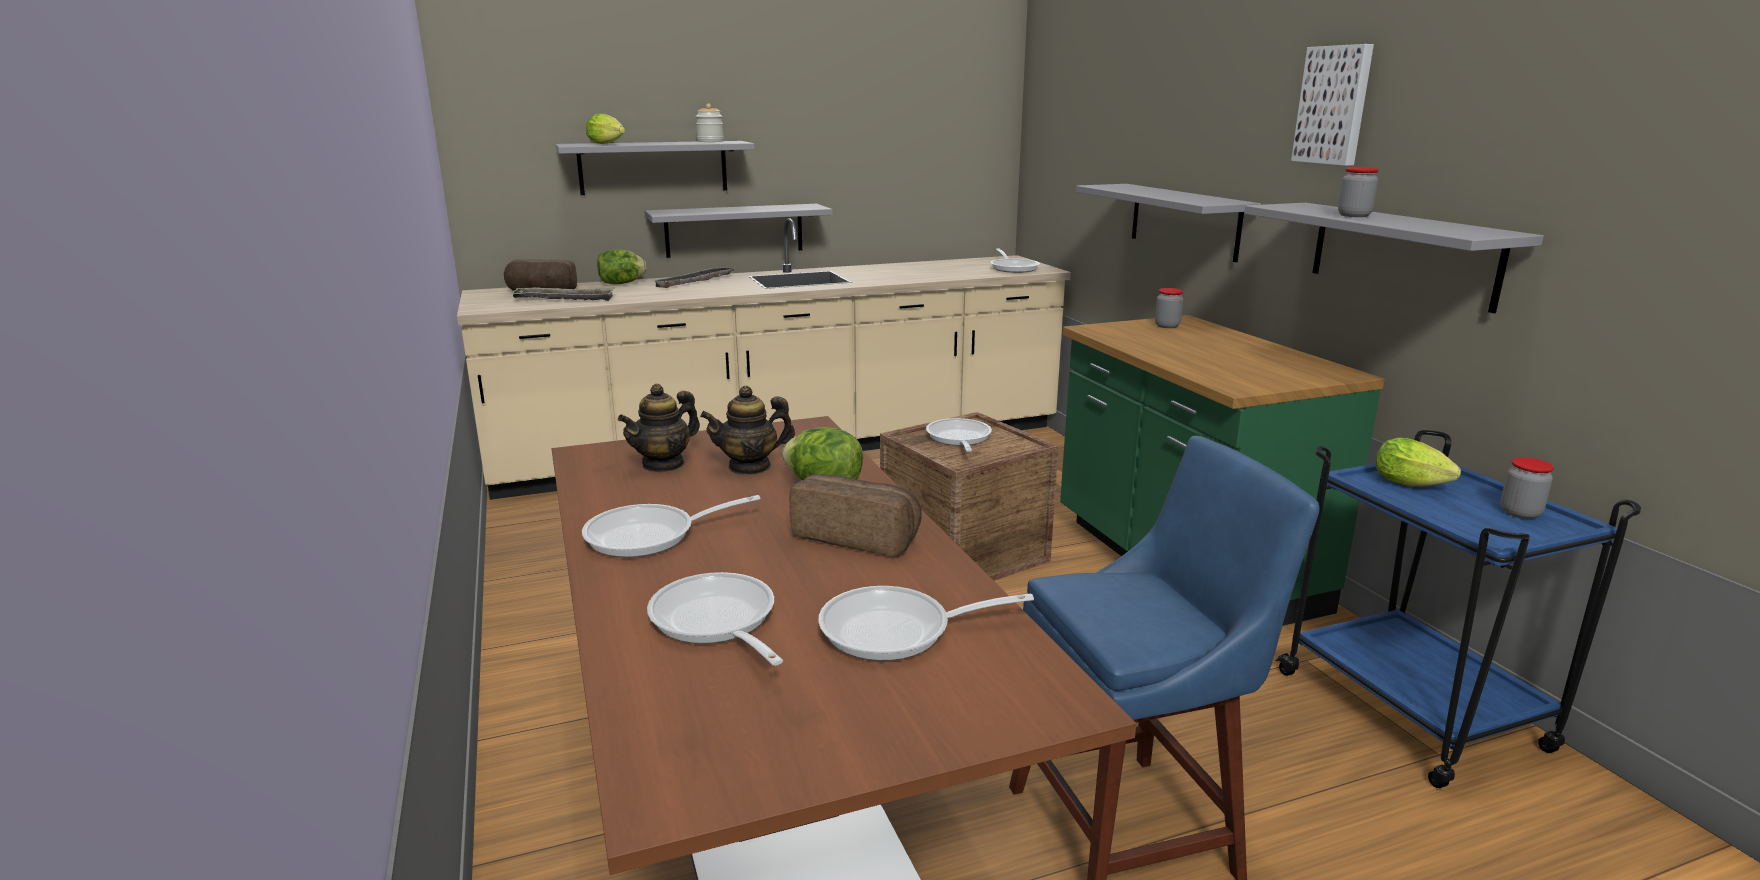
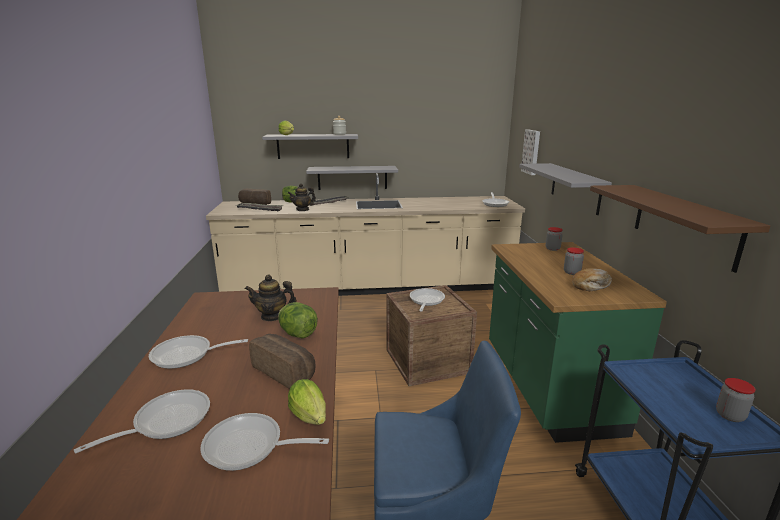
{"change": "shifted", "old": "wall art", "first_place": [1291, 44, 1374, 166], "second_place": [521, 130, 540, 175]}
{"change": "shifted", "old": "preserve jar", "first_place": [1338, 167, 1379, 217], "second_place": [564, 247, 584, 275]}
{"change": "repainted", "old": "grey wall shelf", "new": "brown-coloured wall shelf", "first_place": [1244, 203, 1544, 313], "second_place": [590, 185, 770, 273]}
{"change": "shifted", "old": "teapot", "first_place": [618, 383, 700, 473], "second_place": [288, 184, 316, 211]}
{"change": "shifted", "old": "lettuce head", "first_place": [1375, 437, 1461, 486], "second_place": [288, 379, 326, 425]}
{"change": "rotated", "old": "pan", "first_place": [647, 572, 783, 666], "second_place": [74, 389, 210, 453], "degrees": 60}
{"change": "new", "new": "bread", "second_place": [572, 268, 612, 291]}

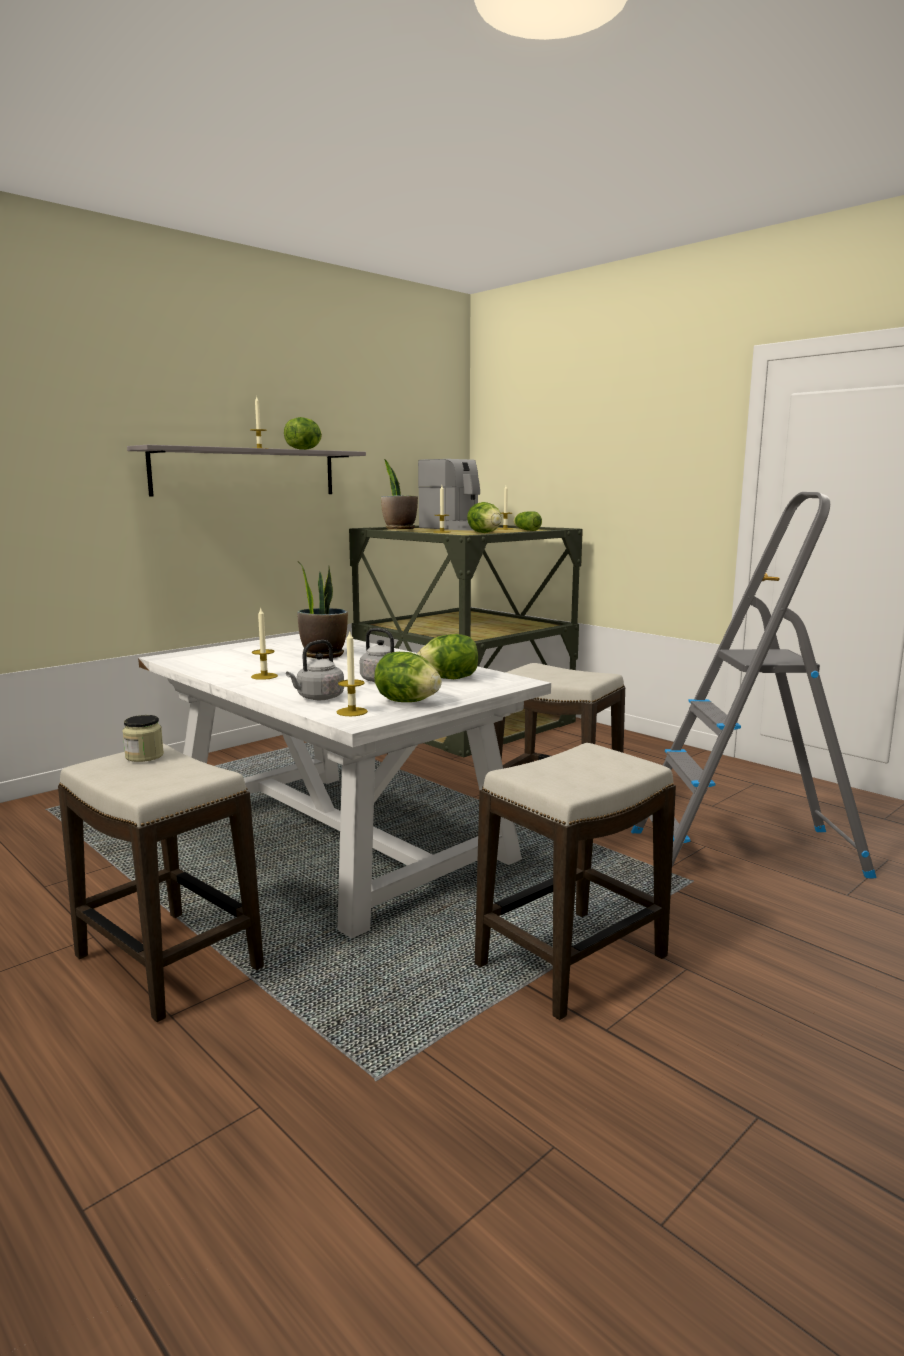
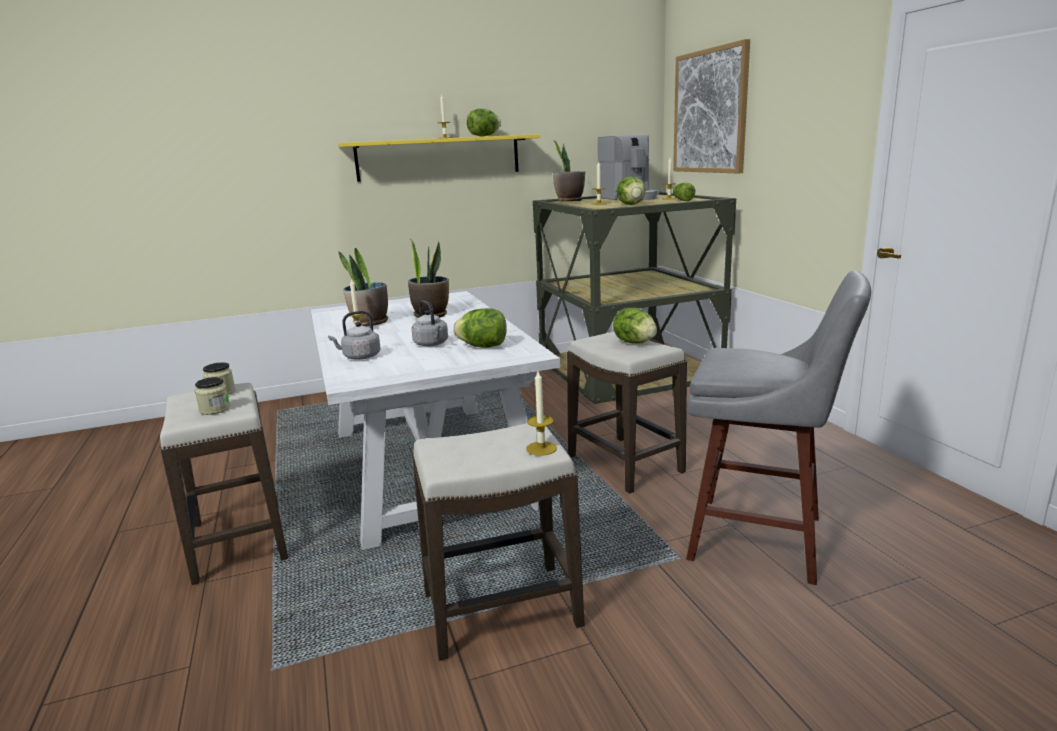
{"change": "repainted", "old": "grey wall shelf", "new": "yellow-coloured wall shelf", "first_place": [127, 445, 366, 496], "second_place": [338, 134, 540, 182]}
{"change": "swapped", "old": "grey step stool", "new": "grey stool", "first_place": [631, 492, 876, 878], "second_place": [686, 270, 871, 585]}
{"change": "shifted", "old": "wax light", "first_place": [337, 632, 368, 716], "second_place": [526, 371, 557, 456]}
{"change": "shifted", "old": "lettuce head", "first_place": [374, 652, 442, 702], "second_place": [613, 308, 657, 344]}
{"change": "new", "new": "wall art", "second_place": [673, 39, 750, 173]}
{"change": "new", "new": "plant in a pot", "second_place": [339, 248, 388, 326]}
{"change": "new", "new": "preserve jar", "second_place": [195, 377, 230, 415]}

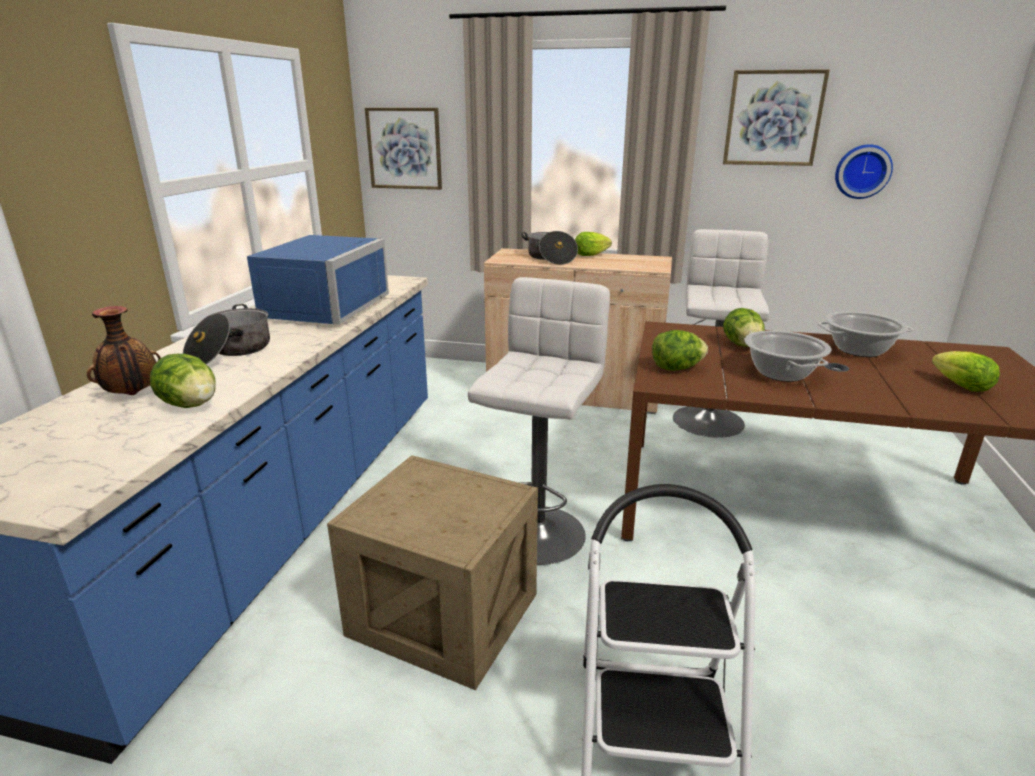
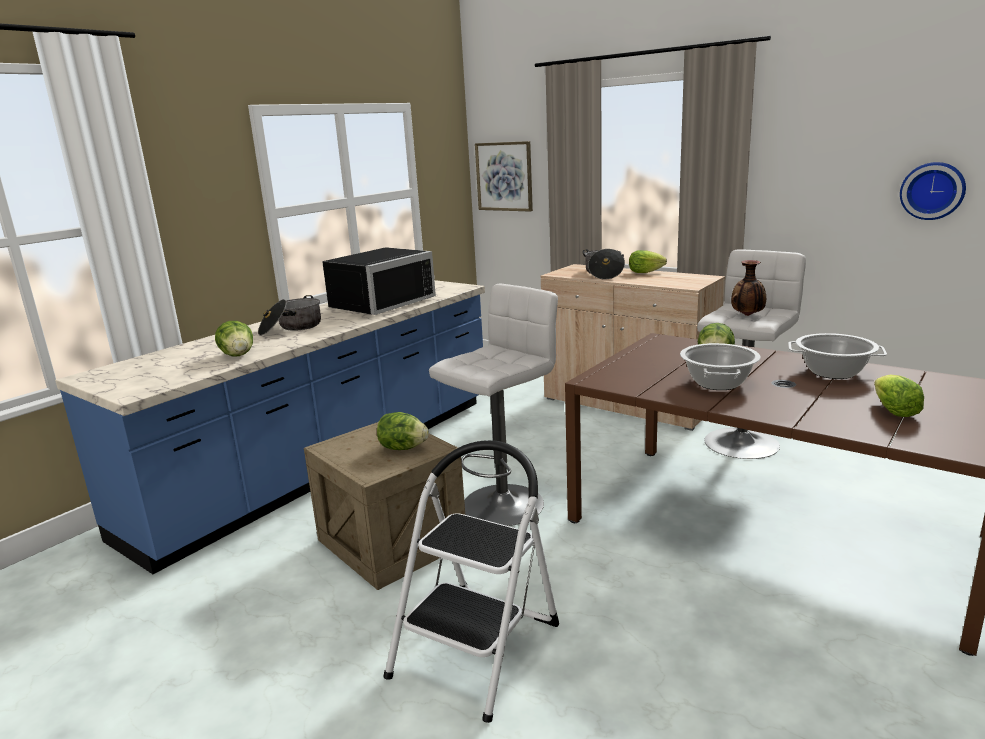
{"change": "gone", "old": "wall art", "first_place": [723, 69, 830, 166]}
{"change": "repainted", "old": "bluish kitchen microwave", "new": "blackish kitchen microwave", "first_place": [247, 235, 389, 325], "second_place": [322, 247, 436, 315]}
{"change": "shifted", "old": "flower vase", "first_place": [87, 306, 161, 395], "second_place": [731, 260, 766, 316]}
{"change": "shifted", "old": "lettuce head", "first_place": [652, 330, 708, 371], "second_place": [377, 412, 429, 450]}

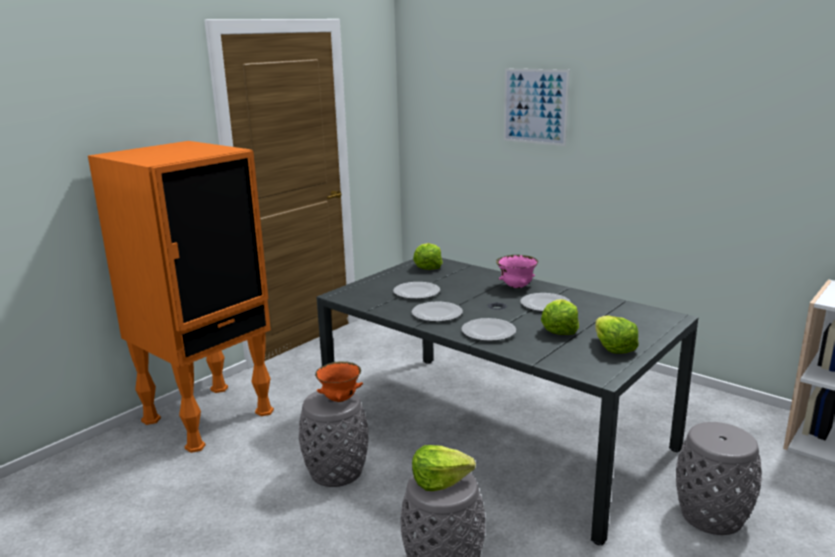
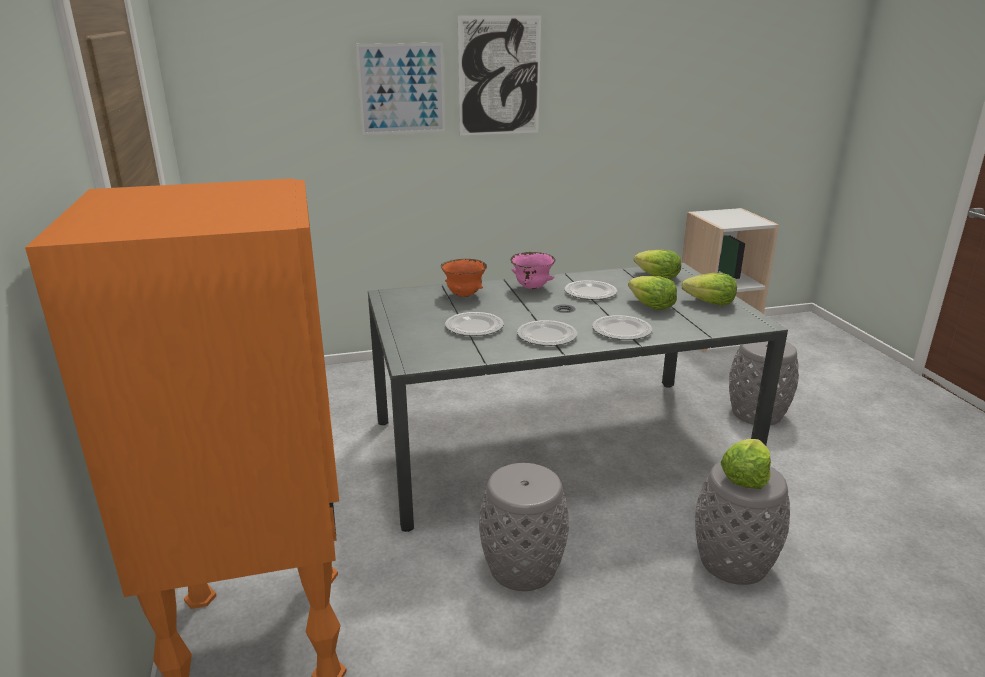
{"change": "shifted", "old": "lettuce head", "first_place": [413, 243, 442, 270], "second_place": [634, 250, 681, 279]}
{"change": "shifted", "old": "orangey serving bowl", "first_place": [315, 361, 363, 402], "second_place": [441, 259, 487, 297]}
{"change": "new", "new": "wall art", "second_place": [458, 15, 541, 136]}

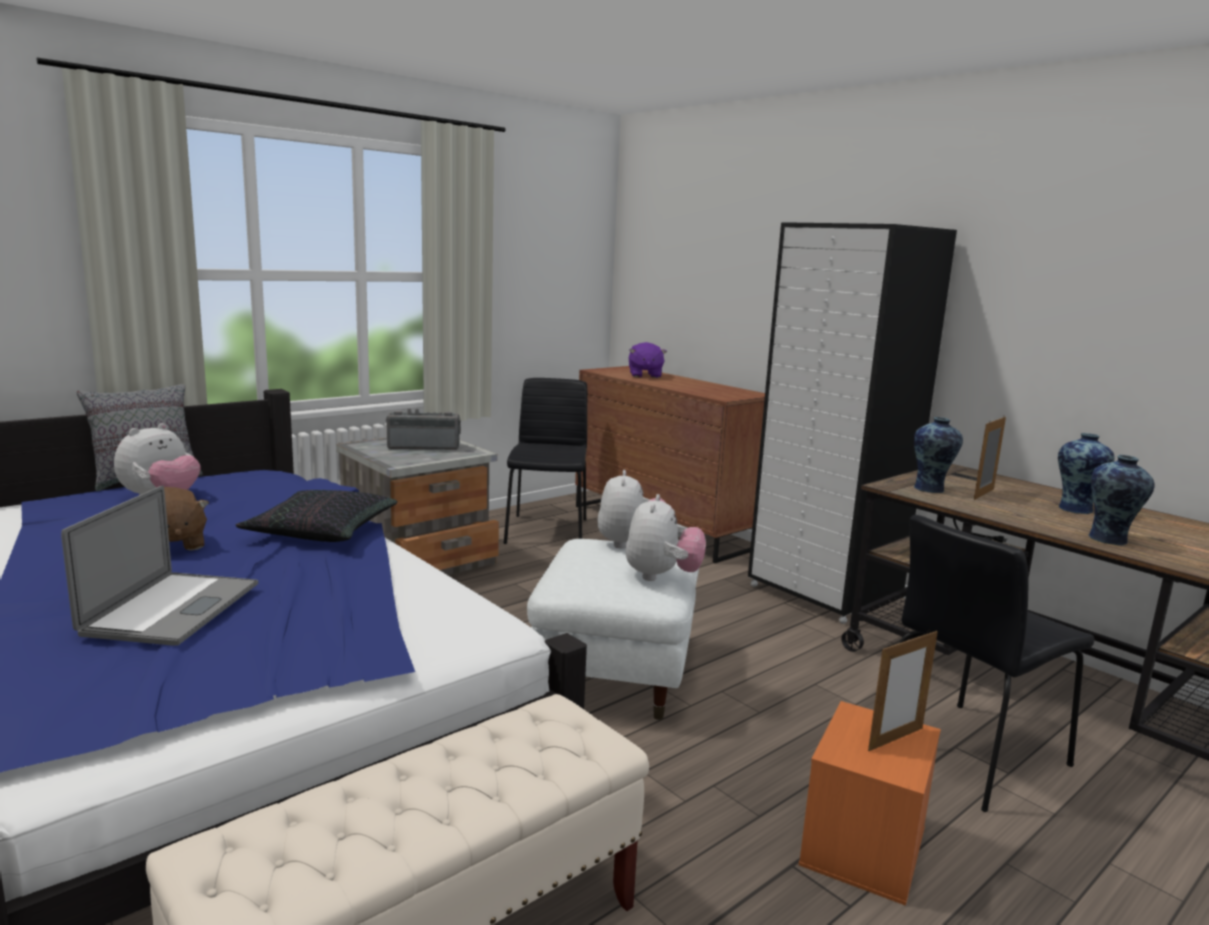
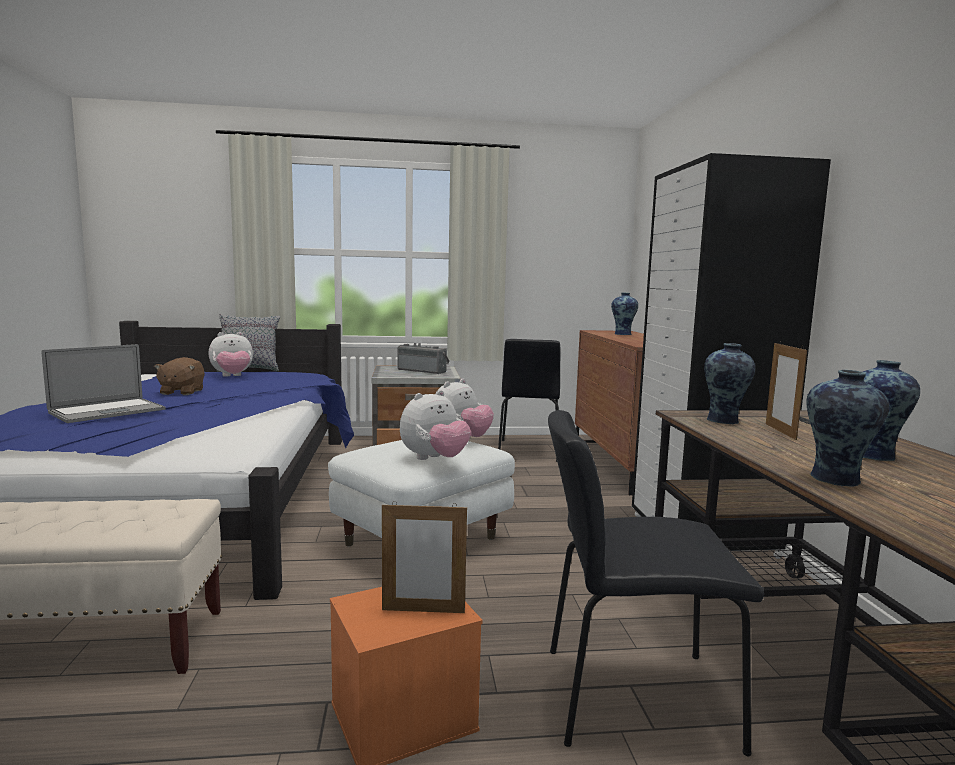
{"change": "swapped", "old": "purple plush toy", "new": "flower vase", "first_place": [629, 342, 667, 378], "second_place": [611, 293, 638, 335]}
{"change": "rotated", "old": "blackish chair", "first_place": [503, 378, 587, 544], "second_place": [498, 339, 561, 462], "degrees": 150}
{"change": "rotated", "old": "picture frame", "first_place": [974, 417, 1006, 500], "second_place": [766, 341, 807, 440], "degrees": -75}
{"change": "gone", "old": "blackish cushion", "first_place": [236, 490, 398, 542]}

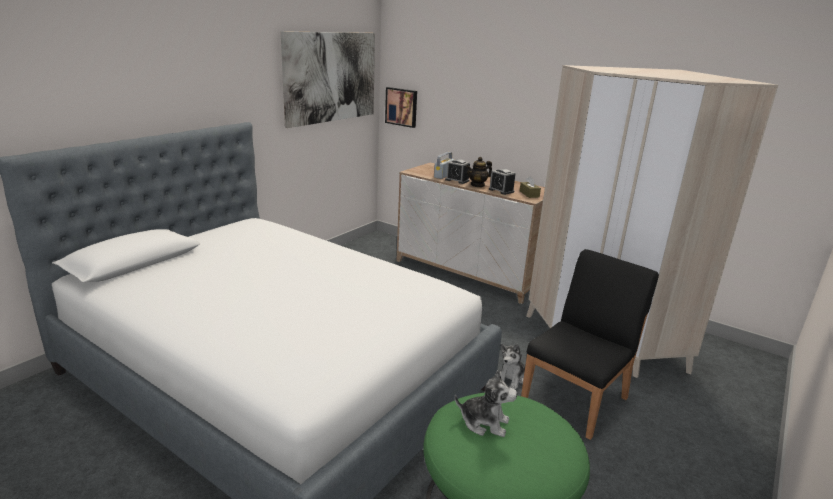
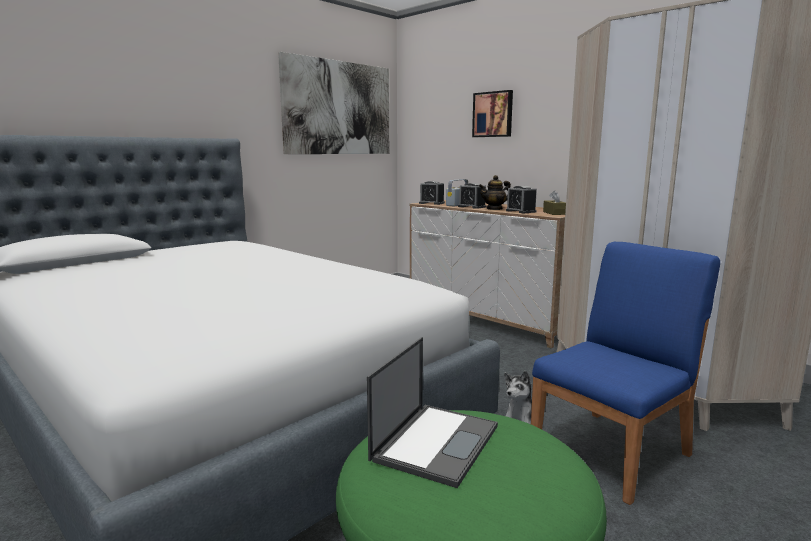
{"change": "shifted", "old": "wall art", "first_place": [385, 87, 417, 128], "second_place": [472, 90, 513, 137]}
{"change": "repainted", "old": "blackish chair", "new": "bluish chair", "first_place": [521, 249, 659, 440], "second_place": [531, 242, 720, 505]}
{"change": "swapped", "old": "plush toy", "new": "portable computer", "first_place": [454, 370, 517, 437], "second_place": [367, 337, 498, 488]}
{"change": "new", "new": "alarm clock", "second_place": [419, 181, 445, 205]}

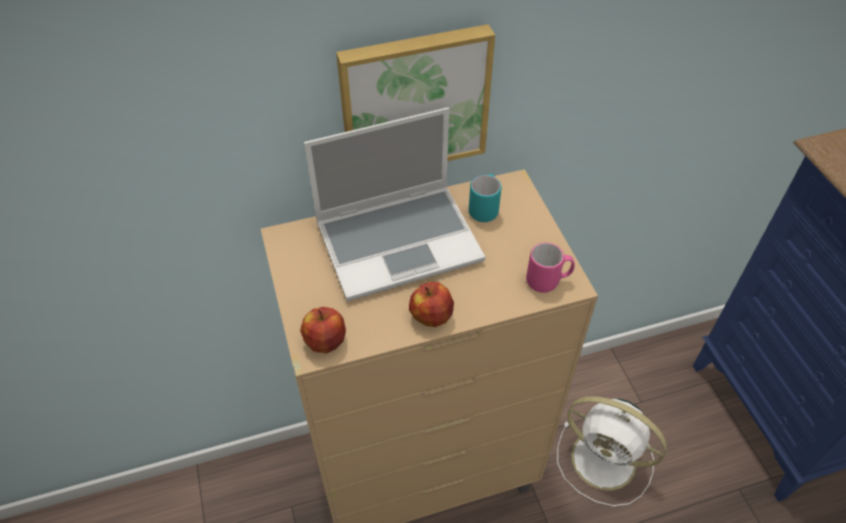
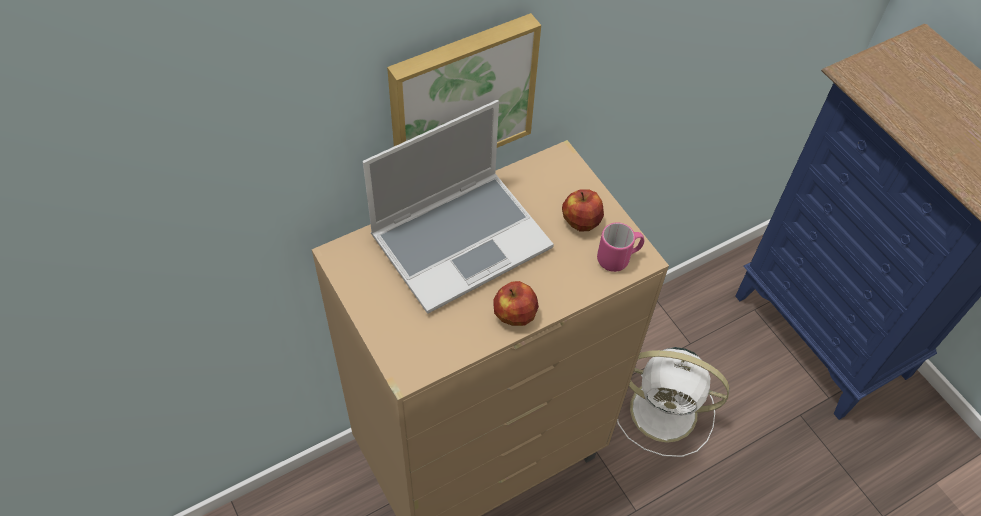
{"change": "gone", "old": "blue-green mug", "first_place": [469, 174, 501, 222]}
{"change": "shifted", "old": "apple fruit", "first_place": [300, 307, 346, 353], "second_place": [562, 190, 604, 231]}

